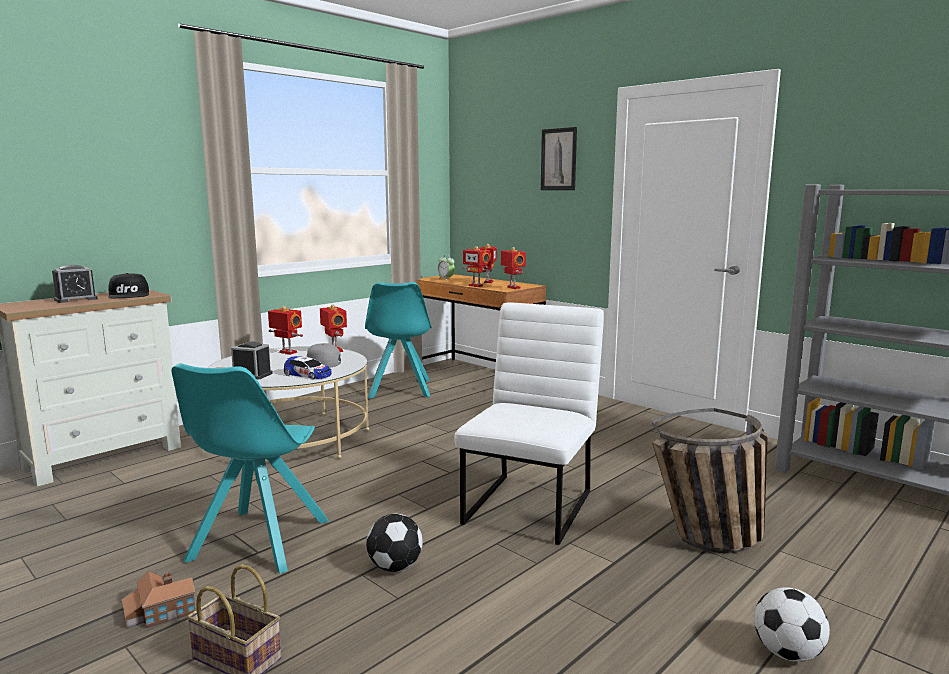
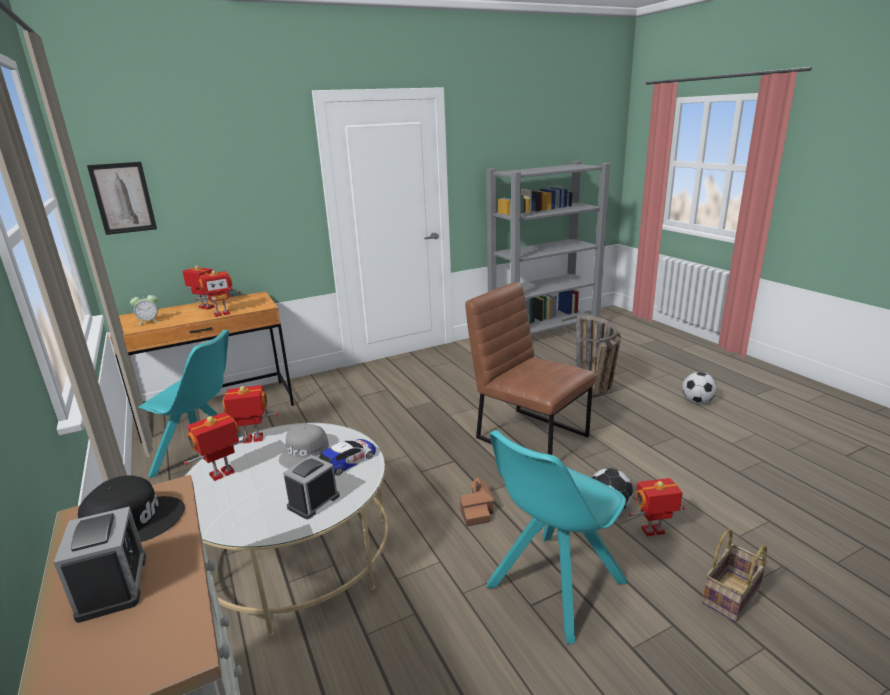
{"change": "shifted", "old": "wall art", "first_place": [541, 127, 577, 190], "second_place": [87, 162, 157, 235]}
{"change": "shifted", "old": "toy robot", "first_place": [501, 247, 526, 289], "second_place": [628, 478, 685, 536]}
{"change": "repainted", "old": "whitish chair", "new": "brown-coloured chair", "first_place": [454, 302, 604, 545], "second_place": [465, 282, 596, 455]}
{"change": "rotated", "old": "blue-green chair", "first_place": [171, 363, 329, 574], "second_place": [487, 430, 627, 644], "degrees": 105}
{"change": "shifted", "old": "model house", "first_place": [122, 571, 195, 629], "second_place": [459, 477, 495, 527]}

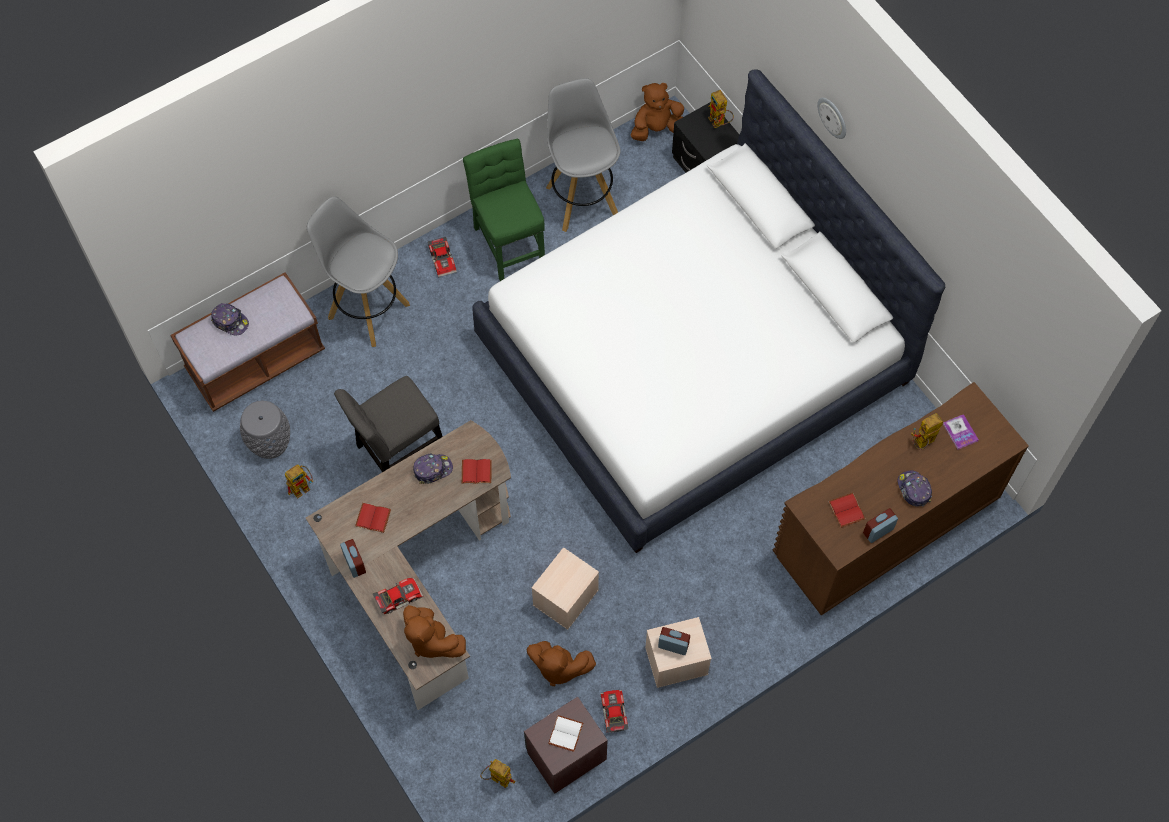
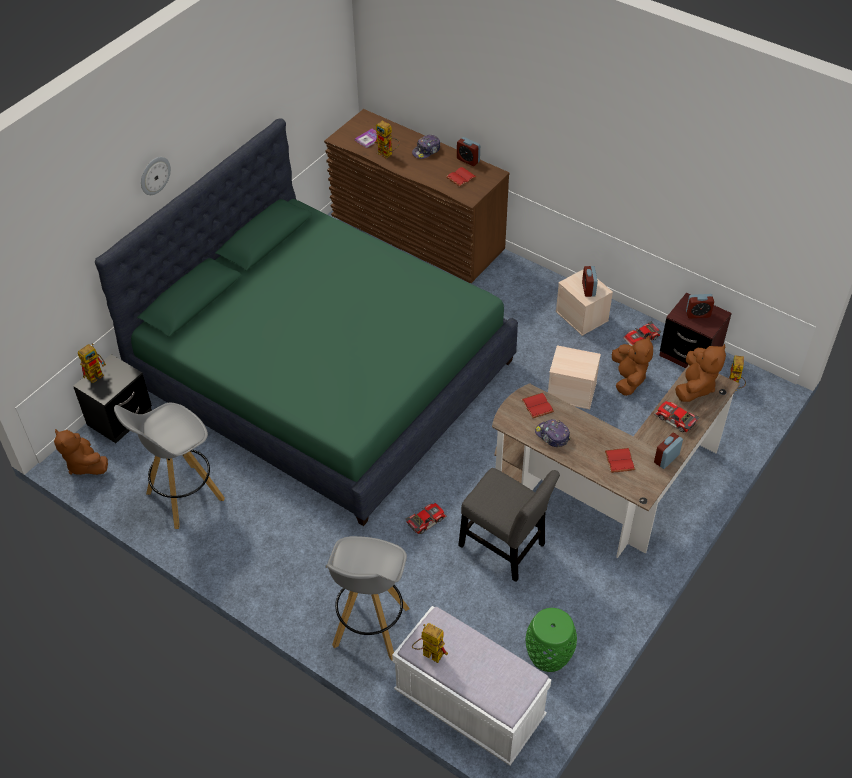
{"change": "repainted", "old": "whitish bedroom bed", "new": "green-coloured bedroom bed", "first_place": [472, 69, 945, 553], "second_place": [95, 118, 518, 526]}
{"change": "gone", "old": "green-coloured chair", "first_place": [463, 139, 545, 281]}
{"change": "shifted", "old": "toy car", "first_place": [428, 237, 457, 277], "second_place": [405, 503, 447, 534]}
{"change": "repainted", "old": "brown-coloured long seat", "new": "whitish long seat", "first_place": [170, 272, 325, 412], "second_place": [392, 606, 551, 766]}
{"change": "gone", "old": "peaked cap", "first_place": [211, 303, 249, 335]}
{"change": "repainted", "old": "grey stool", "new": "green-coloured stool", "first_place": [240, 401, 290, 459], "second_place": [526, 608, 577, 672]}
{"change": "shifted", "old": "toy robot", "first_place": [285, 465, 314, 499], "second_place": [412, 623, 448, 663]}
{"change": "swapped", "old": "whitish volume", "new": "alarm clock", "first_place": [548, 715, 583, 752], "second_place": [686, 294, 714, 318]}

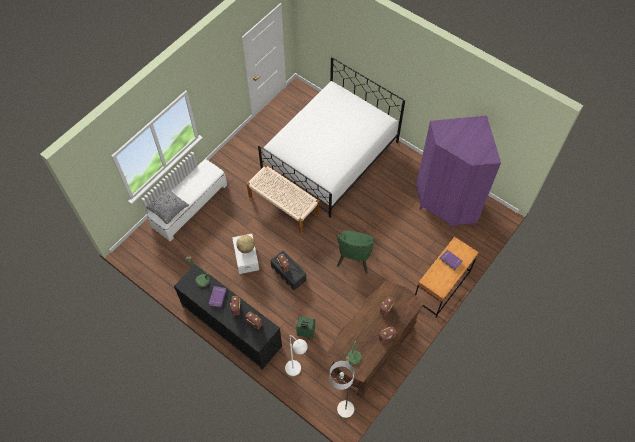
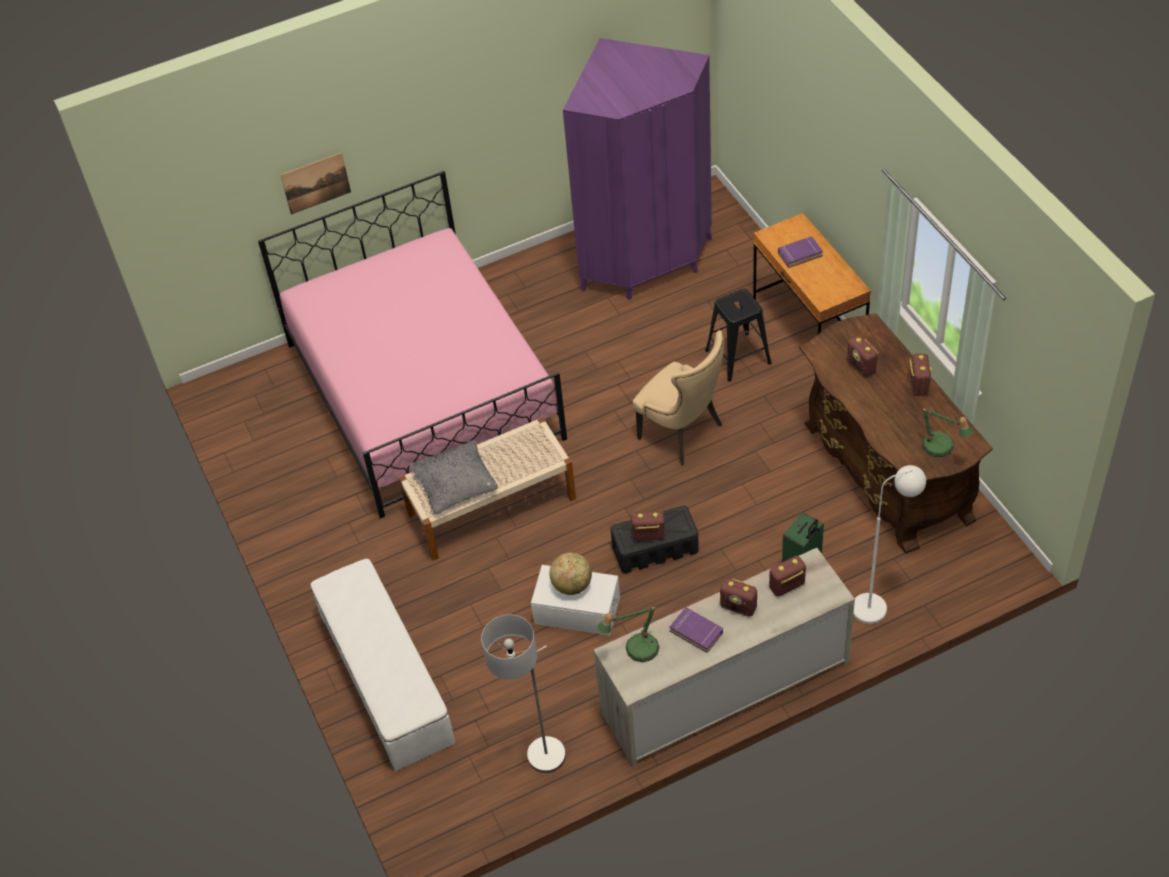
{"change": "repainted", "old": "whitish bedroom bed", "new": "pink bedroom bed", "first_place": [258, 57, 405, 218], "second_place": [258, 171, 567, 518]}
{"change": "shifted", "old": "grey cushion", "first_place": [146, 188, 189, 224], "second_place": [410, 440, 498, 514]}
{"change": "repainted", "old": "green-coloured chair", "new": "beige-coloured chair", "first_place": [337, 230, 374, 273], "second_place": [633, 330, 724, 465]}
{"change": "repainted", "old": "blackish drawer chest", "new": "whitish drawer chest", "first_place": [174, 265, 282, 370], "second_place": [594, 548, 855, 766]}
{"change": "shifted", "old": "grey standard lamp", "first_place": [330, 361, 357, 418], "second_place": [481, 615, 566, 773]}
{"change": "new", "new": "wall art", "second_place": [280, 152, 351, 215]}
{"change": "new", "new": "blackish stool", "second_place": [705, 289, 772, 382]}

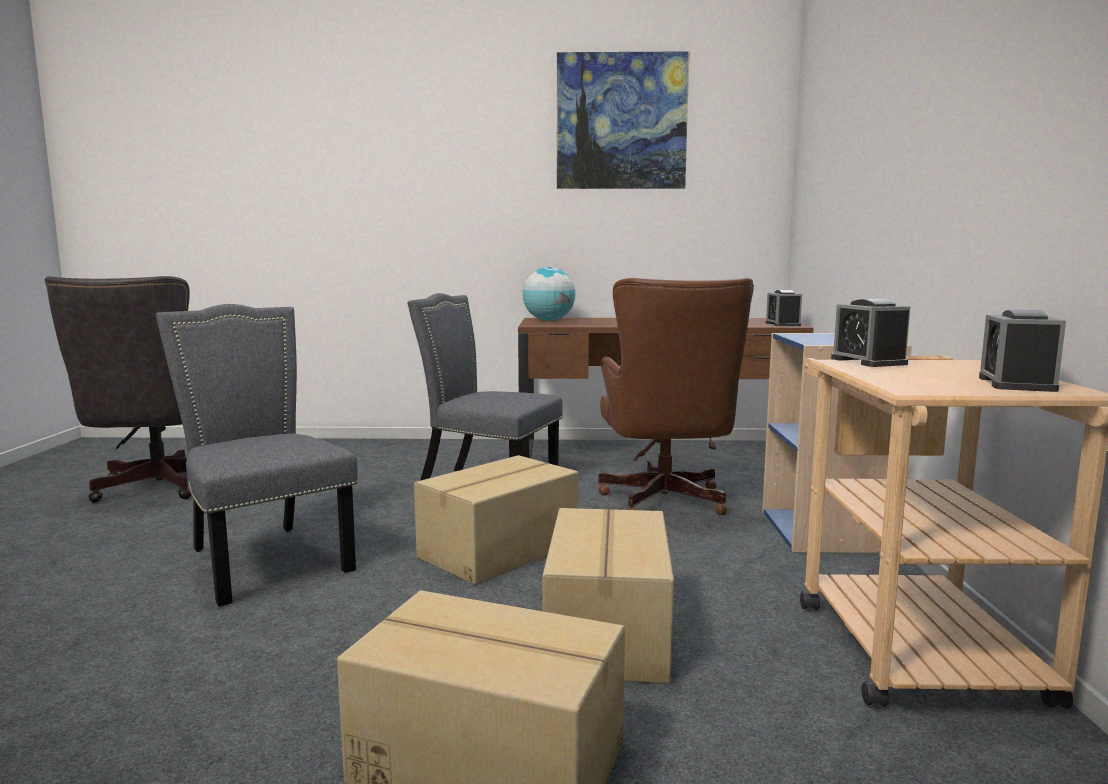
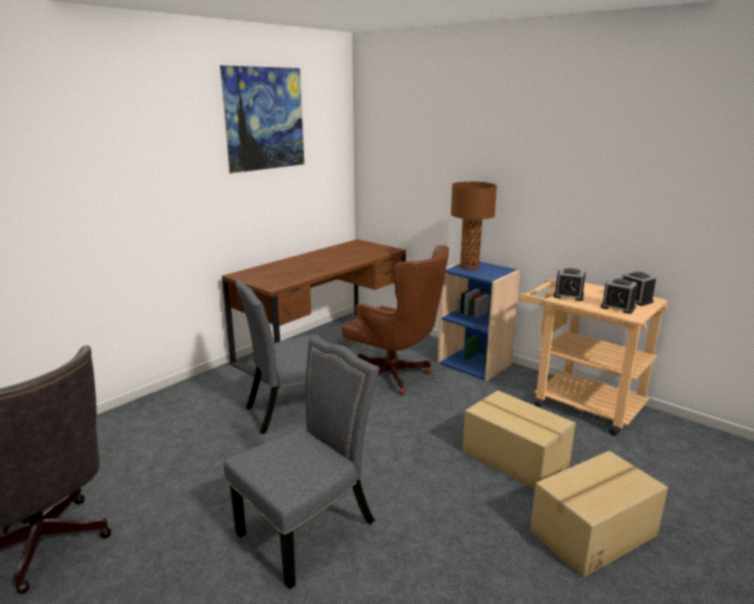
{"change": "gone", "old": "globe", "first_place": [522, 267, 575, 321]}
{"change": "shifted", "old": "alarm clock", "first_place": [765, 290, 802, 326], "second_place": [600, 278, 638, 314]}
{"change": "rotated", "old": "grey chair", "first_place": [156, 304, 358, 607], "second_place": [224, 336, 380, 589], "degrees": 135}
{"change": "gone", "old": "packing box", "first_place": [414, 455, 578, 585]}
{"change": "new", "new": "brown-coloured tabletop lamp", "second_place": [451, 182, 497, 270]}

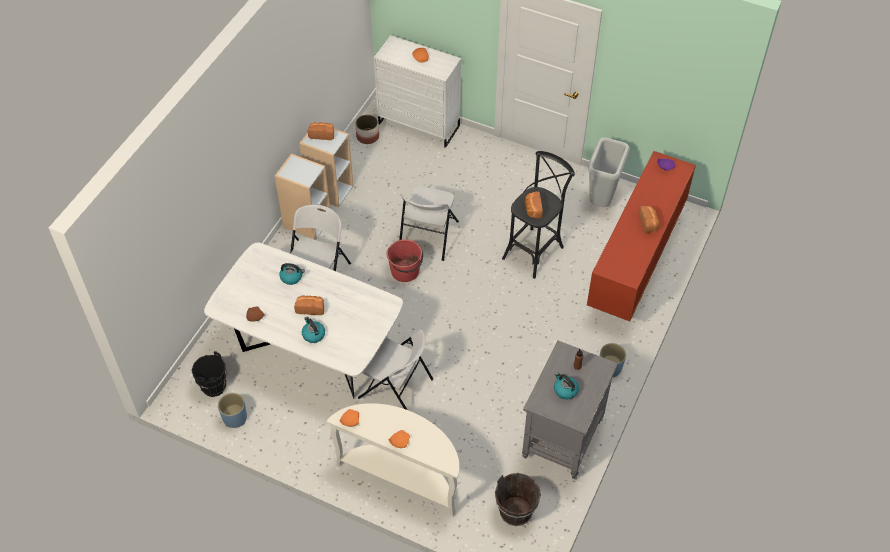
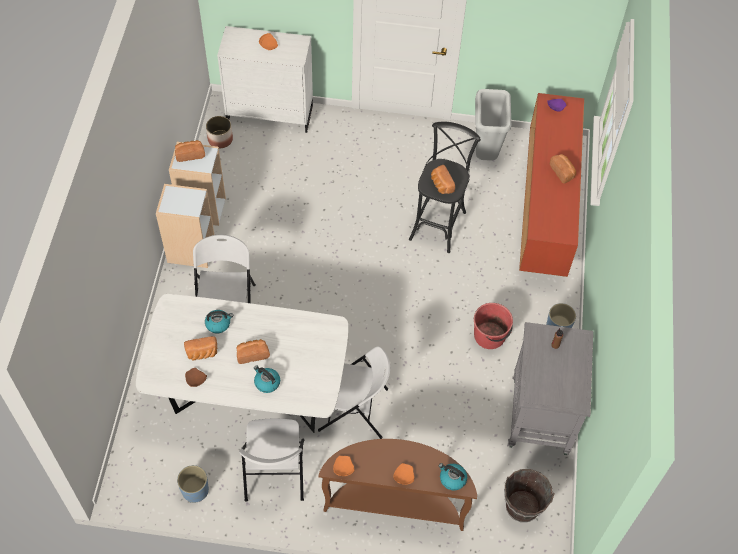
{"change": "shifted", "old": "whitish chair", "first_place": [399, 186, 459, 261], "second_place": [239, 418, 304, 501]}
{"change": "shifted", "old": "reddish pail", "first_place": [387, 239, 423, 282], "second_place": [474, 303, 513, 349]}
{"change": "gone", "old": "blackish pail", "first_place": [192, 351, 227, 397]}
{"change": "shifted", "old": "kettle", "first_place": [554, 372, 579, 400], "second_place": [439, 463, 467, 491]}
{"change": "repainted", "old": "whitish console table", "new": "brown-coloured console table", "first_place": [326, 403, 459, 517], "second_place": [318, 439, 477, 531]}
{"change": "new", "new": "bread", "second_place": [184, 336, 217, 360]}

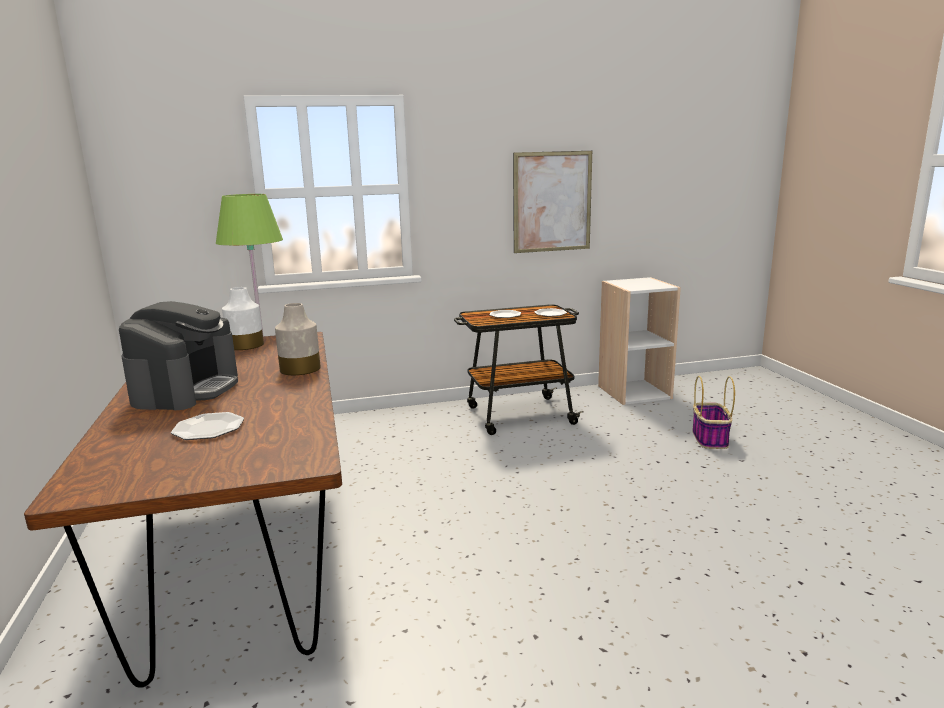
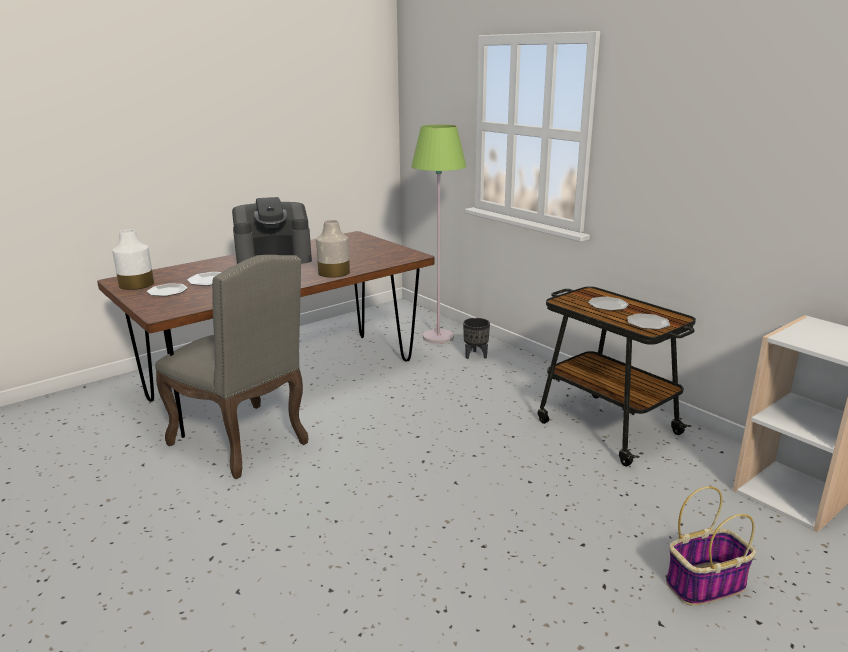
{"change": "gone", "old": "wall art", "first_place": [513, 151, 592, 253]}
{"change": "shifted", "old": "whitish flower vase", "first_place": [222, 287, 264, 350], "second_place": [112, 229, 154, 290]}
{"change": "new", "new": "grey chair", "second_place": [155, 255, 308, 479]}
{"change": "new", "new": "dinner plate", "second_place": [147, 283, 188, 296]}
{"change": "new", "new": "blackish planter", "second_place": [463, 318, 490, 359]}

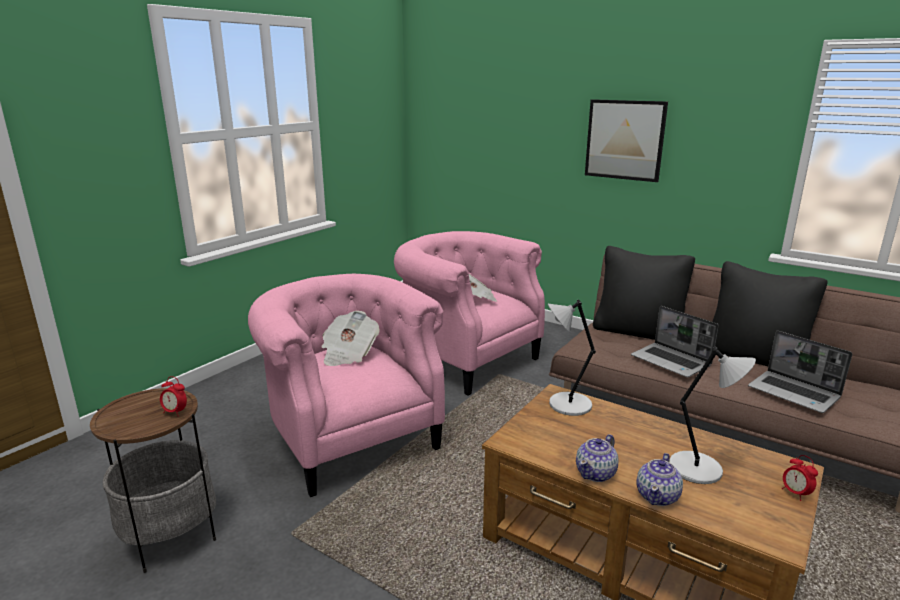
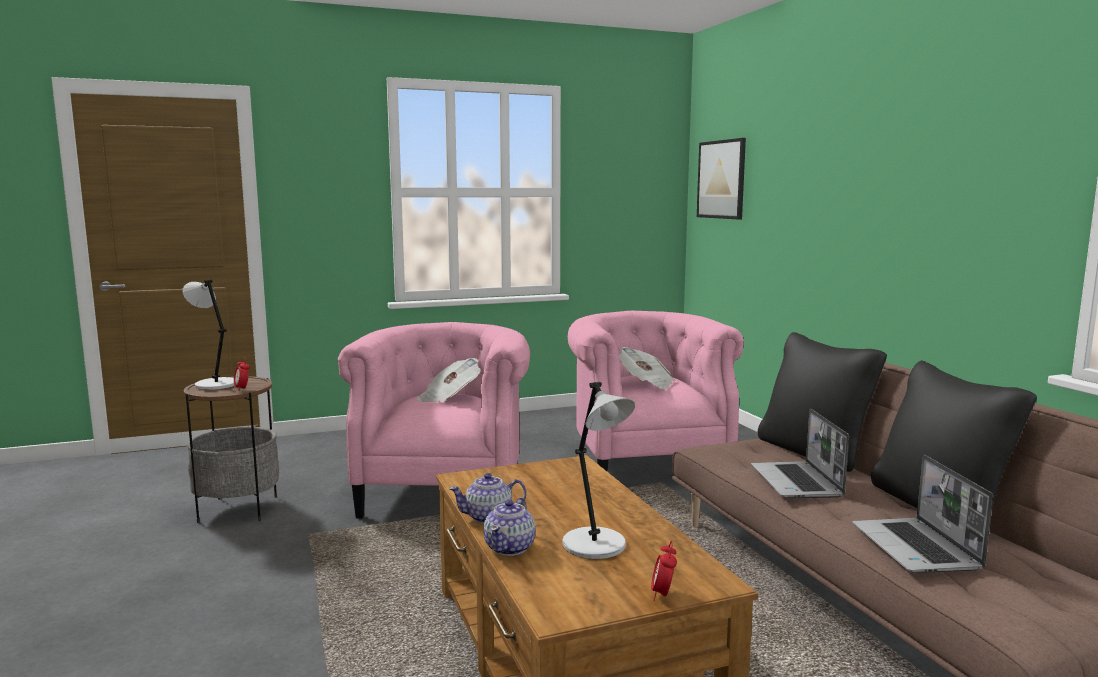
{"change": "shifted", "old": "wall art", "first_place": [585, 99, 668, 182], "second_place": [697, 138, 746, 219]}
{"change": "shifted", "old": "grey tabletop lamp", "first_place": [548, 300, 596, 416], "second_place": [183, 280, 235, 390]}
{"change": "rotated", "old": "teapot", "first_place": [636, 453, 683, 506], "second_place": [484, 497, 536, 556], "degrees": -45}

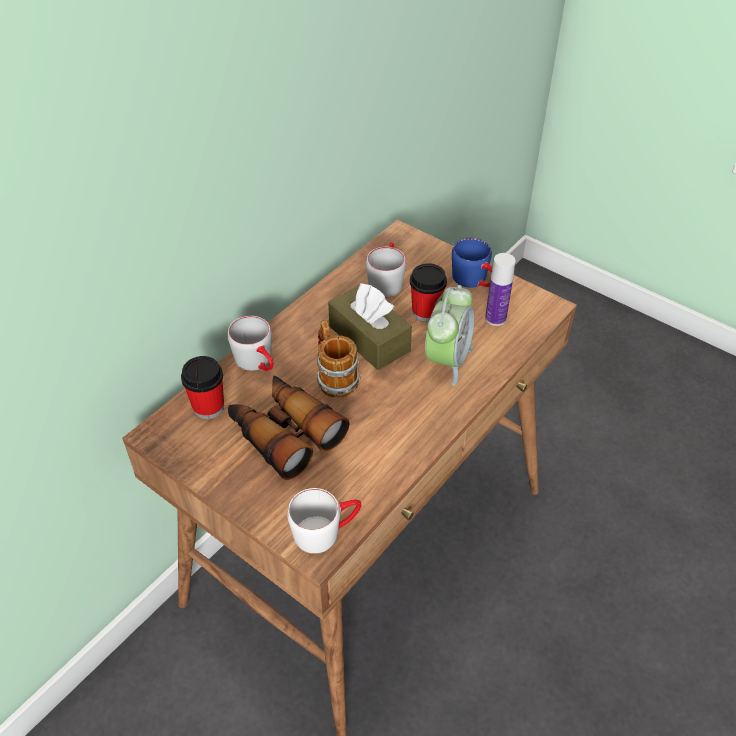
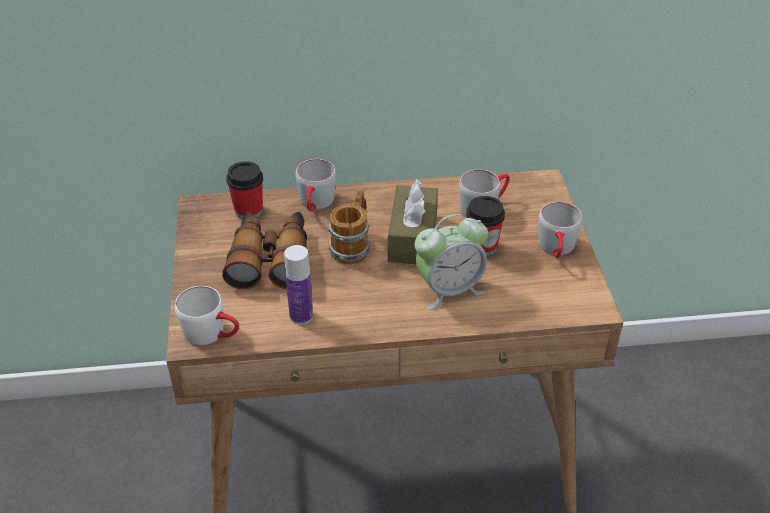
{"change": "repainted", "old": "bluish mug", "new": "grey mug", "first_place": [452, 237, 492, 288], "second_place": [538, 202, 582, 259]}
{"change": "shifted", "old": "drink bottle", "first_place": [485, 253, 516, 326], "second_place": [284, 245, 313, 325]}

